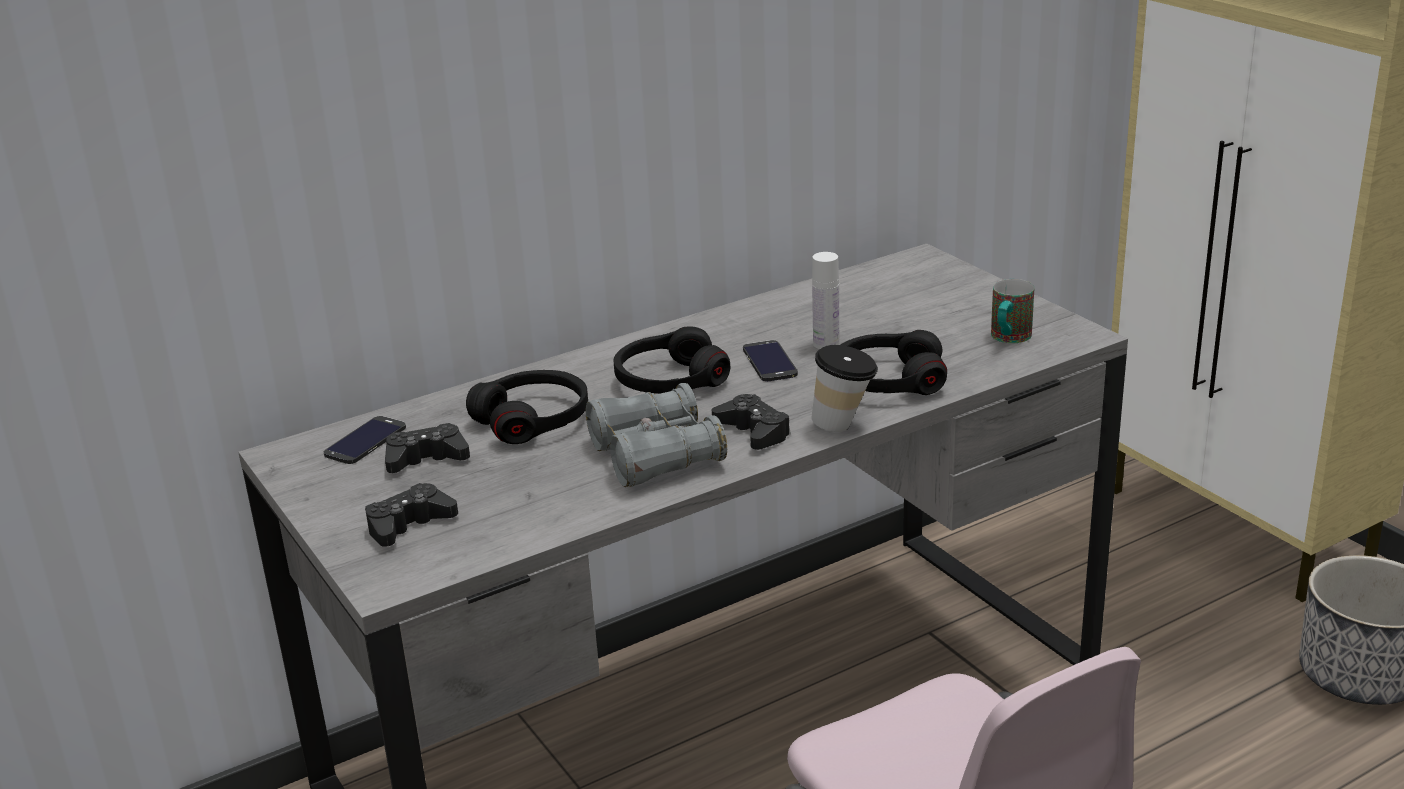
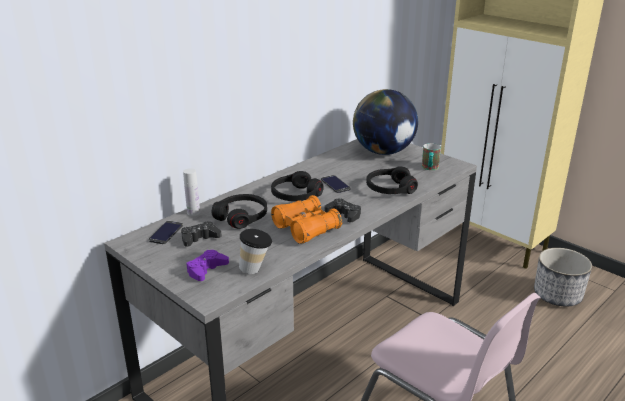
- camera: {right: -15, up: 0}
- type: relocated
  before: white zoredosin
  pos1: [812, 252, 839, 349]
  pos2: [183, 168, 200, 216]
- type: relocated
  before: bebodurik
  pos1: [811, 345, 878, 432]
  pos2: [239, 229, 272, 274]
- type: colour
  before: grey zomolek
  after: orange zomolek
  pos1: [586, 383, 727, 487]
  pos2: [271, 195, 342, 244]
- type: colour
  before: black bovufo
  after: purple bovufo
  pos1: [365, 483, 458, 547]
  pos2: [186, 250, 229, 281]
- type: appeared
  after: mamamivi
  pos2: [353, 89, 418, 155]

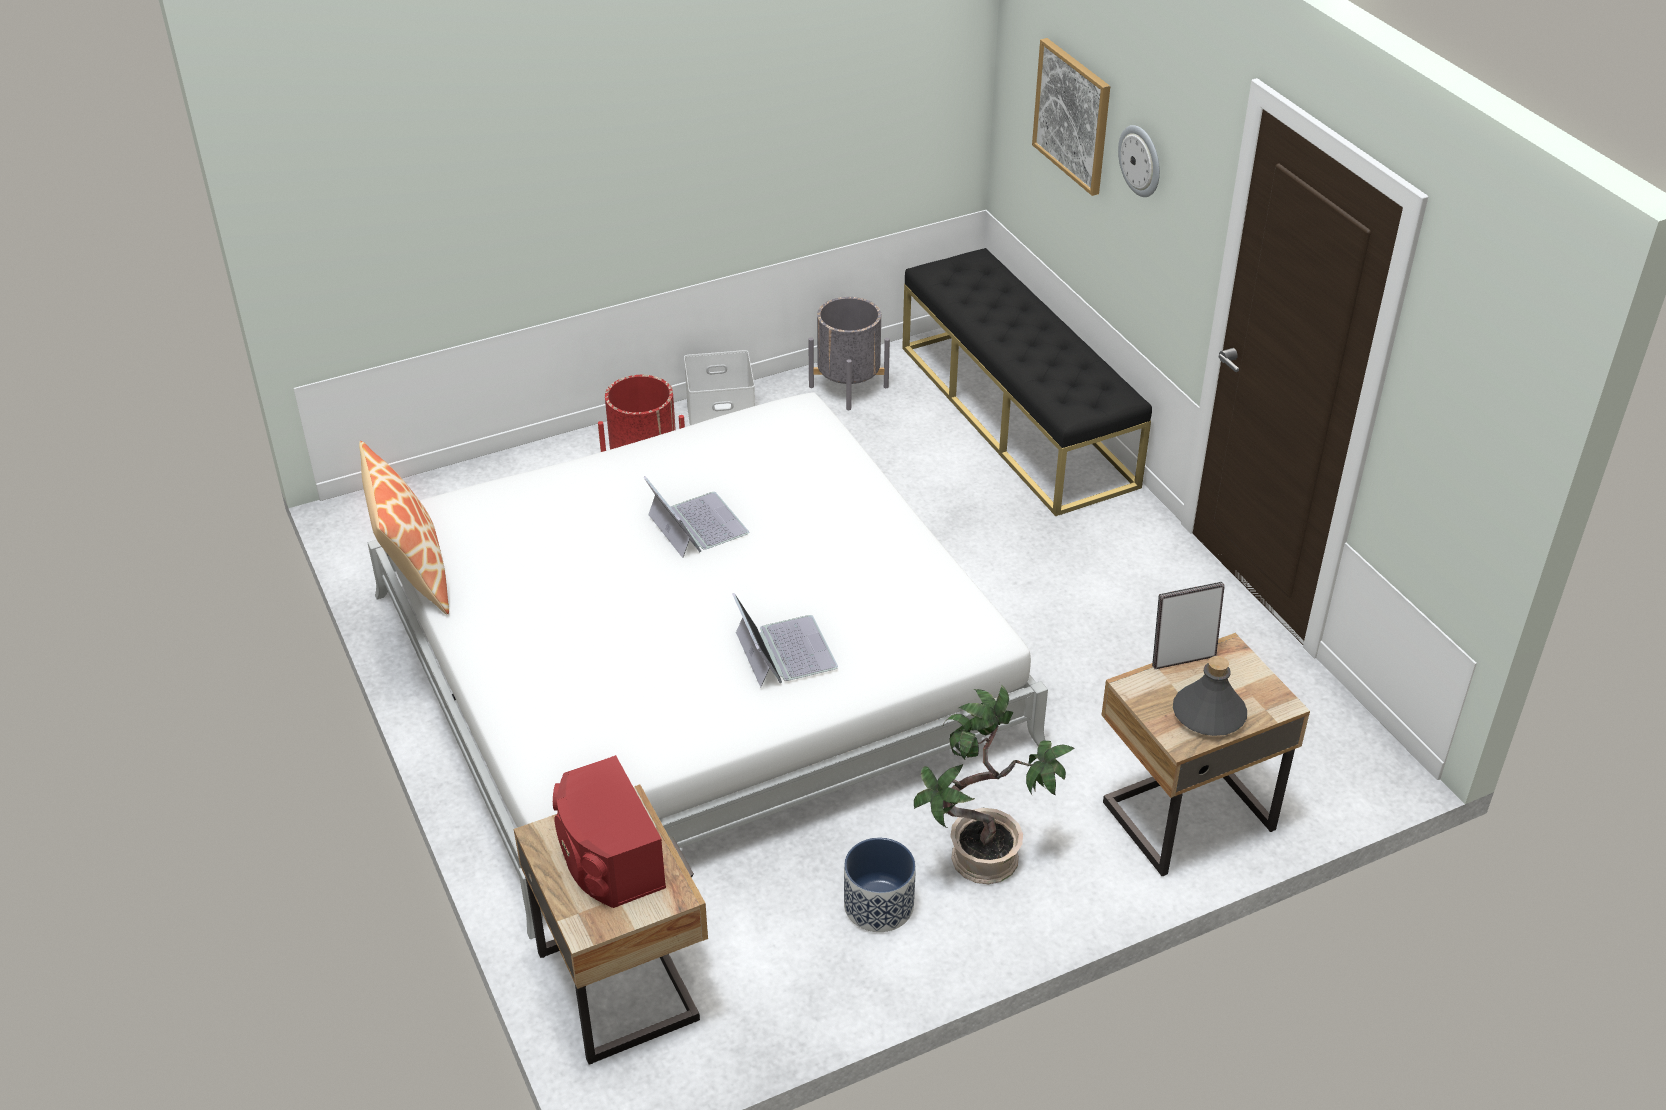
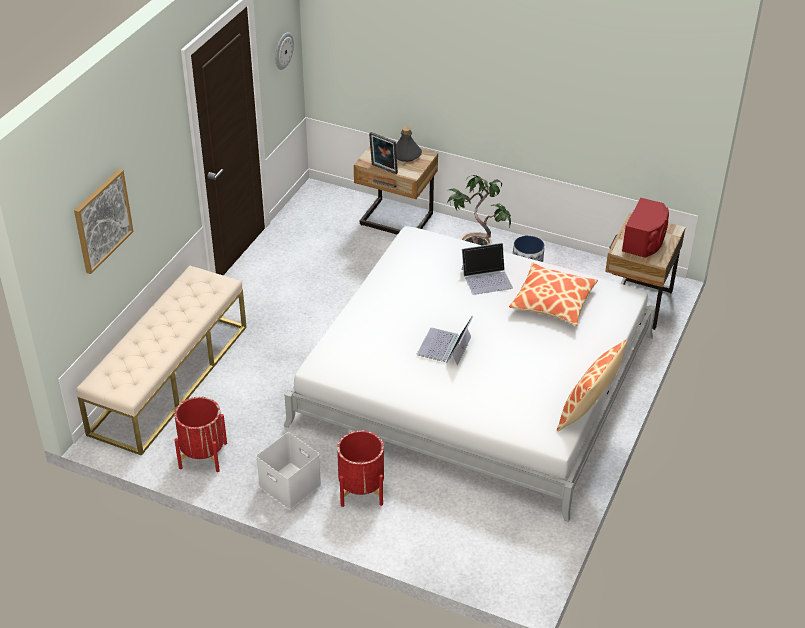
- camera: {right: -130, up: 0}
- type: relocated
  before: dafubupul
  pos1: [1118, 125, 1160, 197]
  pos2: [275, 32, 294, 70]
- type: colour
  before: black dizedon
  after: beige dizedon
  pos1: [902, 248, 1152, 516]
  pos2: [76, 265, 247, 456]
- type: colour
  before: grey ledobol
  after: red ledobol
  pos1: [808, 297, 890, 410]
  pos2: [174, 397, 227, 472]
- type: spun
  before: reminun
  pos1: [732, 593, 838, 687]
  pos2: [461, 243, 513, 295]
  turn: -135
- type: appeared
  after: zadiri
  pos2: [509, 262, 598, 326]

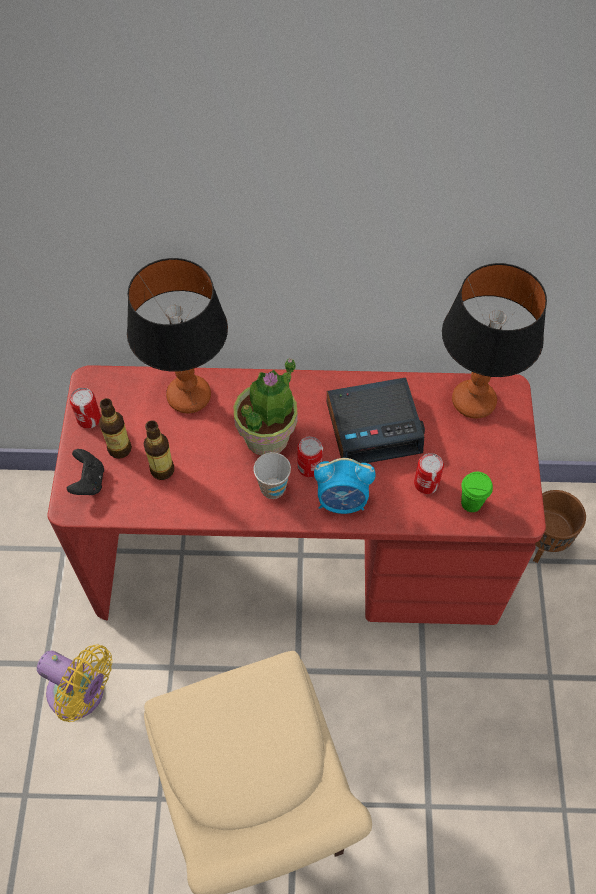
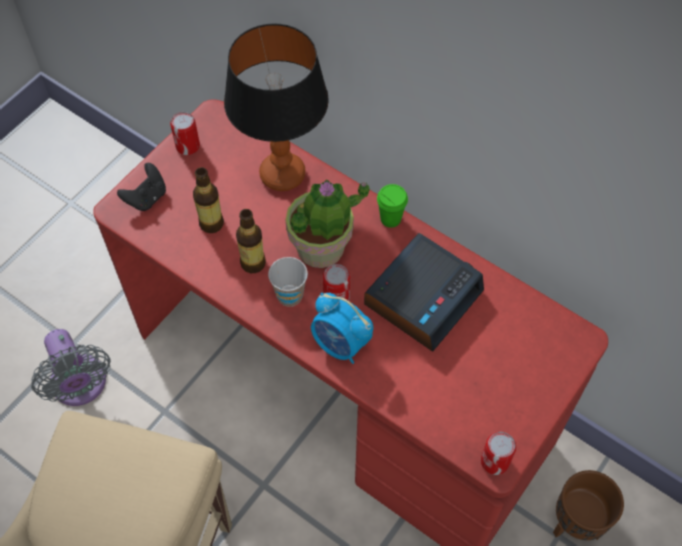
- camera: {right: 35, up: 0}
- type: missing
  before: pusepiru
  pos1: [442, 263, 547, 419]
- type: spun
  before: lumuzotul
  pos1: [327, 377, 425, 463]
  pos2: [364, 233, 484, 352]
  turn: -75
- type: relocated
  before: zoredosin
  pos1: [99, 398, 132, 459]
  pos2: [236, 209, 266, 273]
- type: relocated
  before: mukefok
  pos1: [414, 453, 444, 494]
  pos2: [481, 432, 516, 475]
- type: relocated
  before: green bebodurik
  pos1: [461, 472, 493, 512]
  pos2: [377, 184, 408, 228]
- type: colour
  before: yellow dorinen
  after: grey dorinen
  pos1: [37, 644, 112, 722]
  pos2: [31, 329, 111, 406]

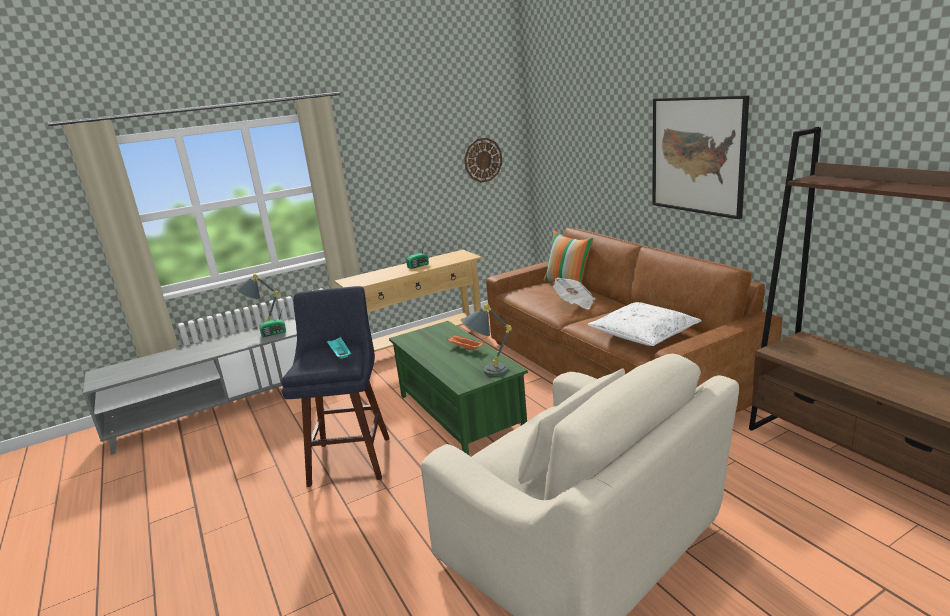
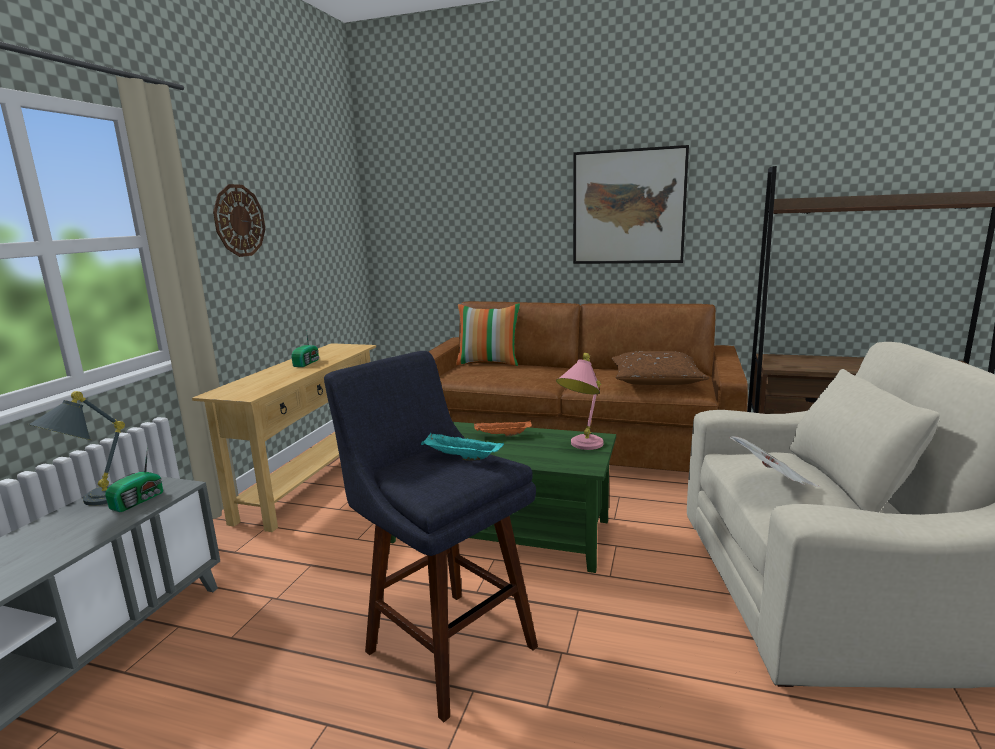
- camera: {right: -45, up: -5}
- type: relocated
  before: dafubupul
  pos1: [464, 138, 502, 183]
  pos2: [213, 184, 265, 257]
- type: relocated
  before: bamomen
  pos1: [553, 278, 595, 309]
  pos2: [728, 436, 820, 487]
- type: colour
  before: white zadiri
  after: brown zadiri
  pos1: [588, 302, 702, 346]
  pos2: [612, 351, 709, 385]
- type: colour
  before: grey pusepiru
  after: pink pusepiru
  pos1: [461, 304, 512, 376]
  pos2: [556, 353, 604, 450]

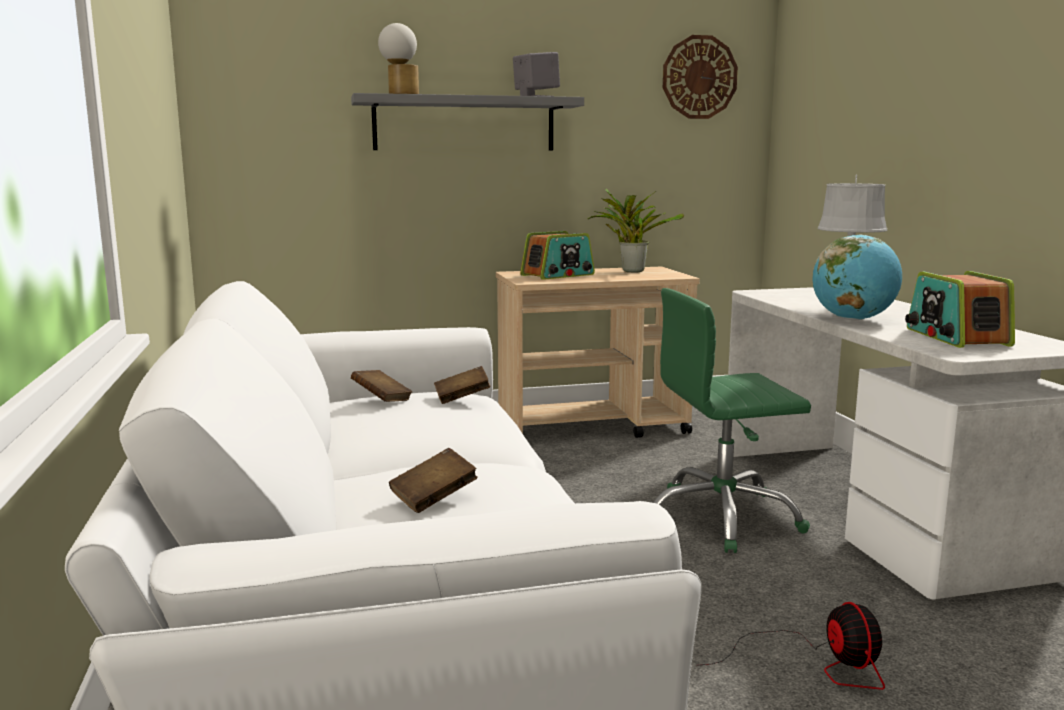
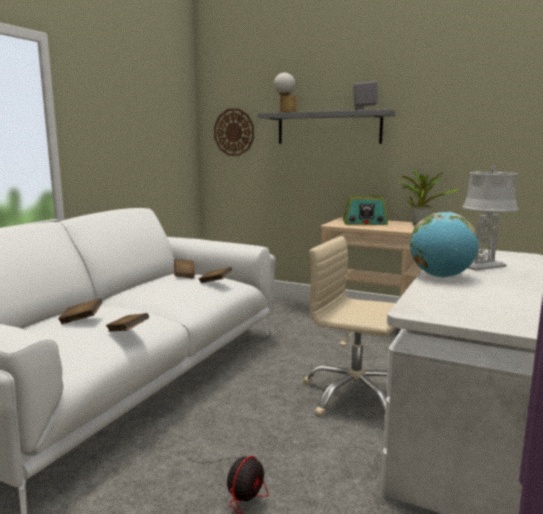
- camera: {right: 40, up: 0}
- type: relocated
  before: dafubupul
  pos1: [663, 35, 738, 119]
  pos2: [214, 108, 254, 156]
- type: missing
  before: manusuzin
  pos1: [905, 271, 1015, 348]
- type: colour
  before: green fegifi
  after: beige fegifi
  pos1: [653, 288, 811, 553]
  pos2: [303, 236, 396, 421]
- type: appeared
  after: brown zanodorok
  pos2: [106, 313, 149, 332]

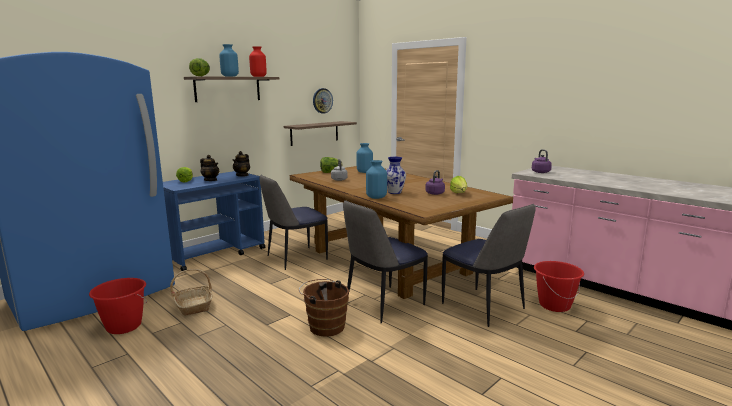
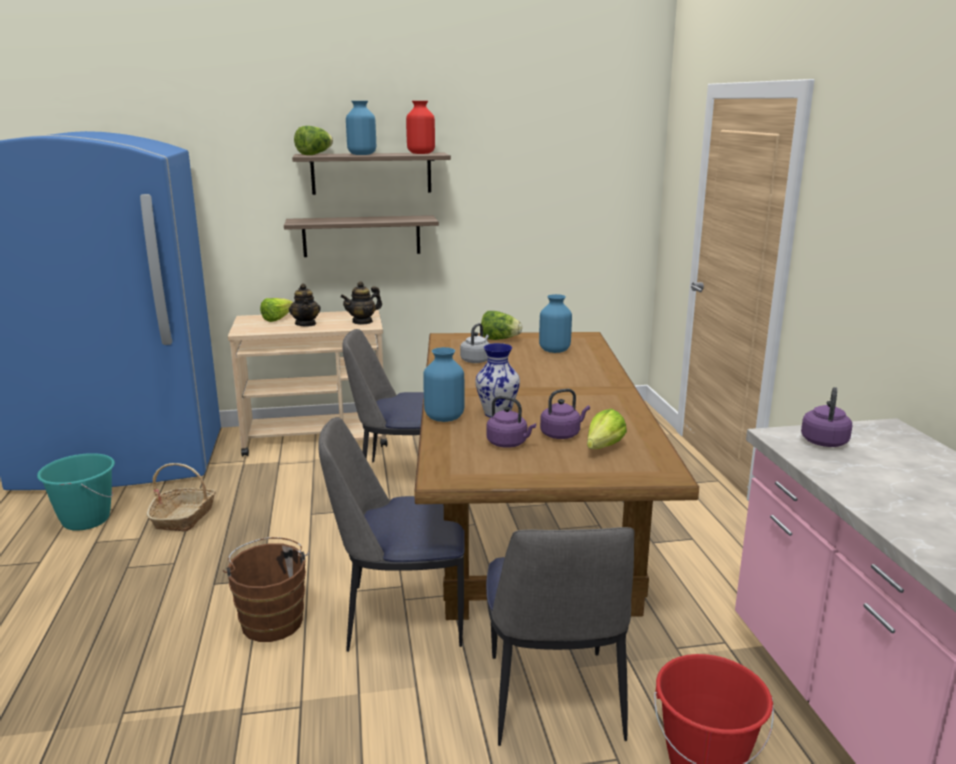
- camera: {right: 35, up: 5}
- type: missing
  before: dafubupul
  pos1: [313, 88, 333, 113]
- type: relocated
  before: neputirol
  pos1: [284, 121, 357, 146]
  pos2: [284, 215, 439, 257]
- type: colour
  before: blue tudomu
  after: beige tudomu
  pos1: [163, 171, 265, 271]
  pos2: [228, 310, 387, 457]
- type: colour
  before: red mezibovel
  after: turquoise mezibovel
  pos1: [89, 278, 147, 334]
  pos2: [37, 453, 115, 531]
- type: appeared
  after: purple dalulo
  pos2: [487, 396, 536, 448]

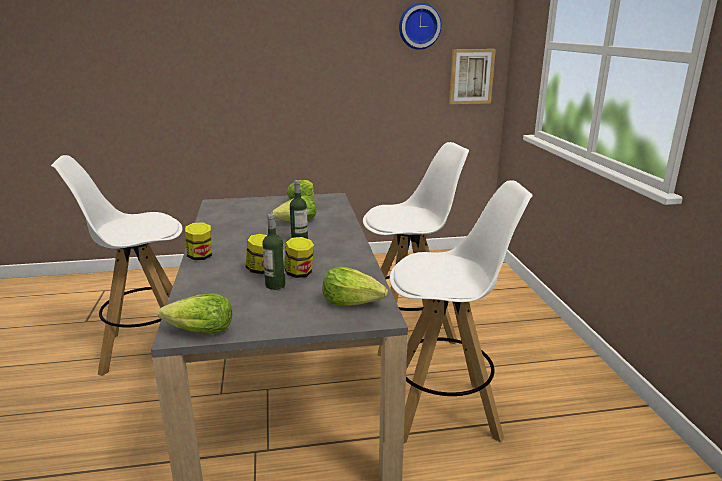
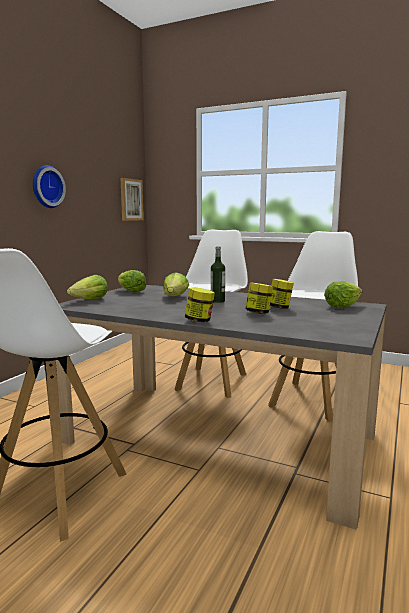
- camera: {right: -55, up: -10}
- type: relocated
  before: dafubupul
  pos1: [399, 3, 442, 50]
  pos2: [33, 165, 66, 208]
- type: missing
  before: zoredosin
  pos1: [262, 213, 285, 290]
- type: relocated
  before: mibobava
  pos1: [158, 294, 232, 334]
  pos2: [67, 275, 108, 299]

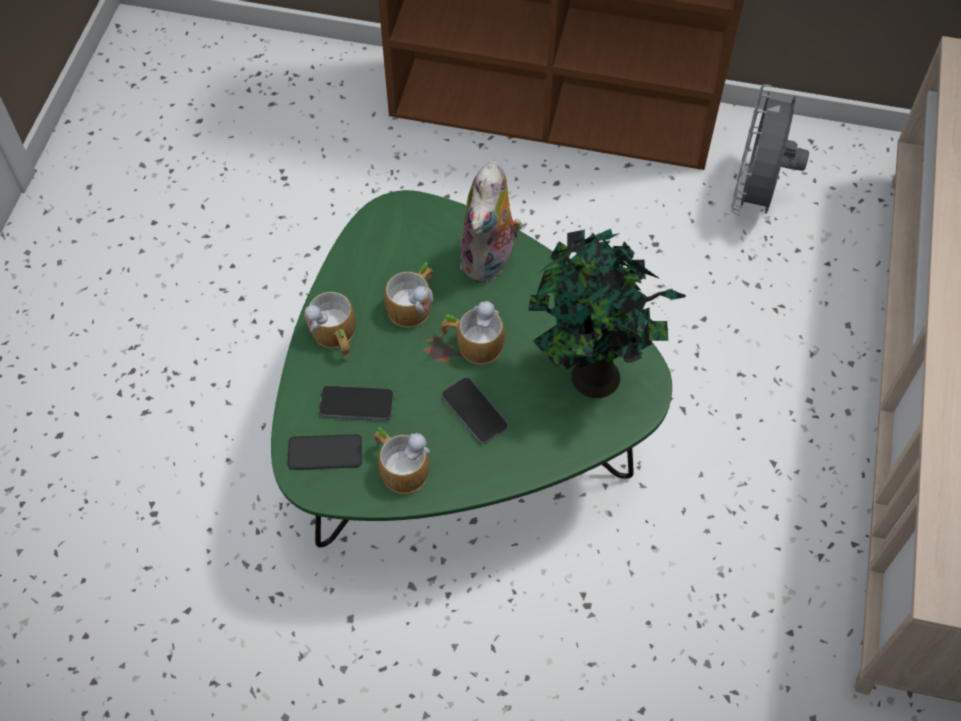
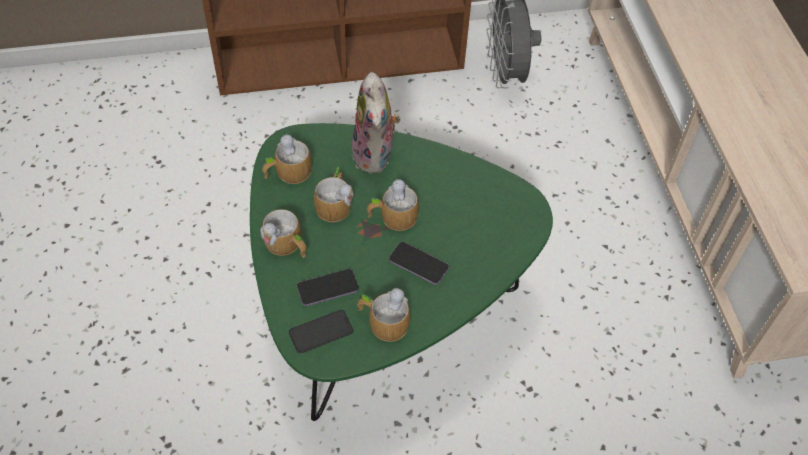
- camera: {right: -25, up: -5}
- type: missing
  before: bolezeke
  pos1: [528, 229, 686, 398]
- type: appeared
  after: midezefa
  pos2: [262, 135, 312, 184]

